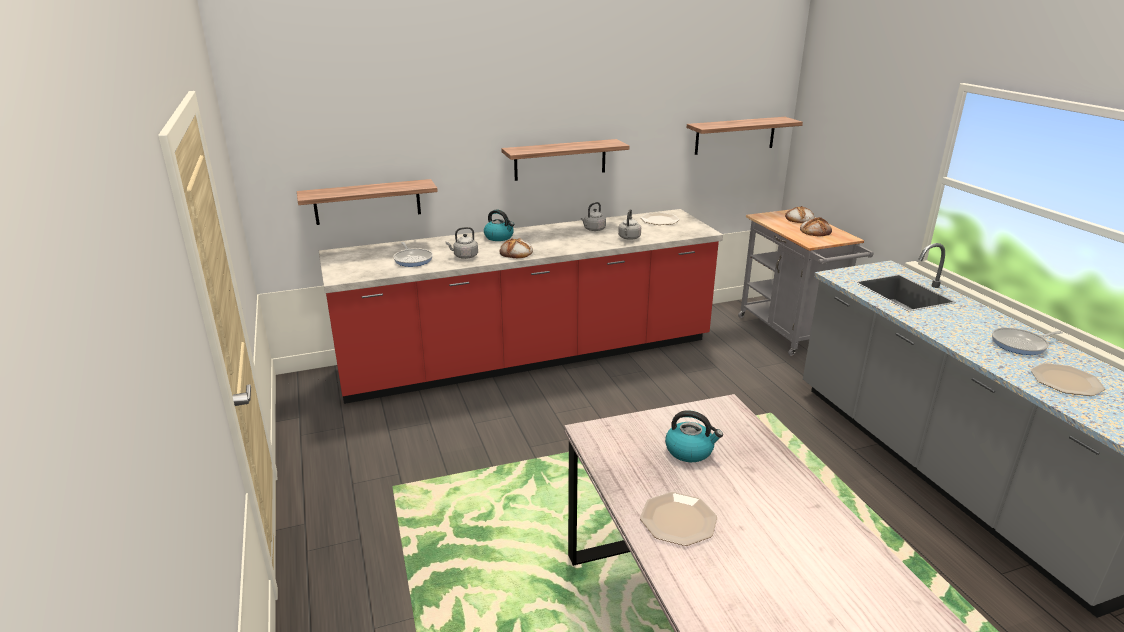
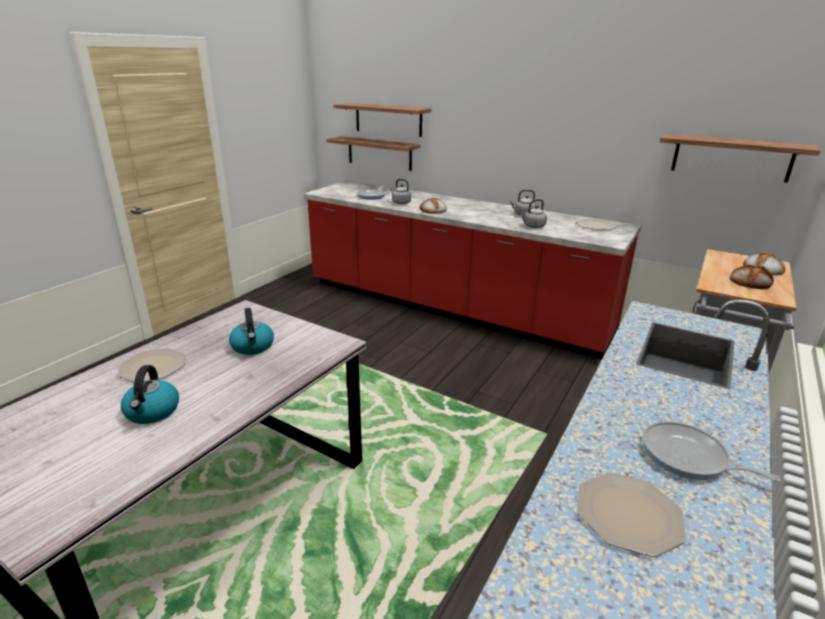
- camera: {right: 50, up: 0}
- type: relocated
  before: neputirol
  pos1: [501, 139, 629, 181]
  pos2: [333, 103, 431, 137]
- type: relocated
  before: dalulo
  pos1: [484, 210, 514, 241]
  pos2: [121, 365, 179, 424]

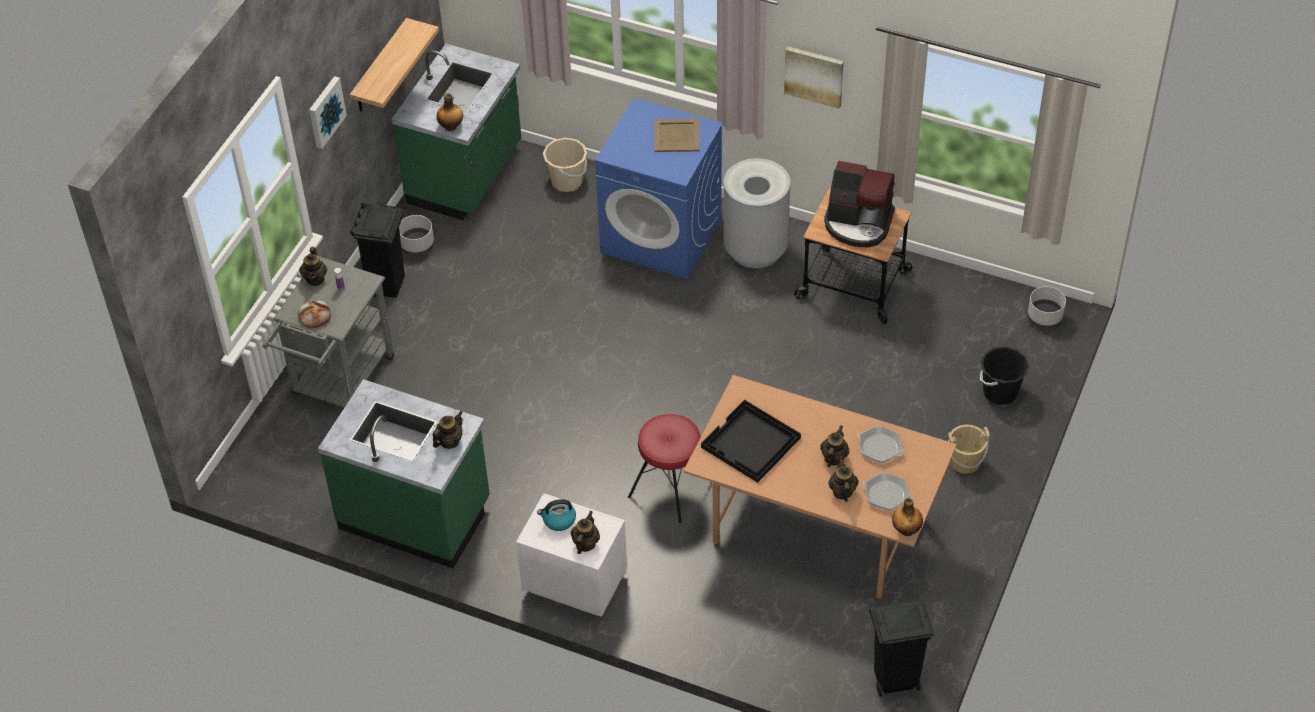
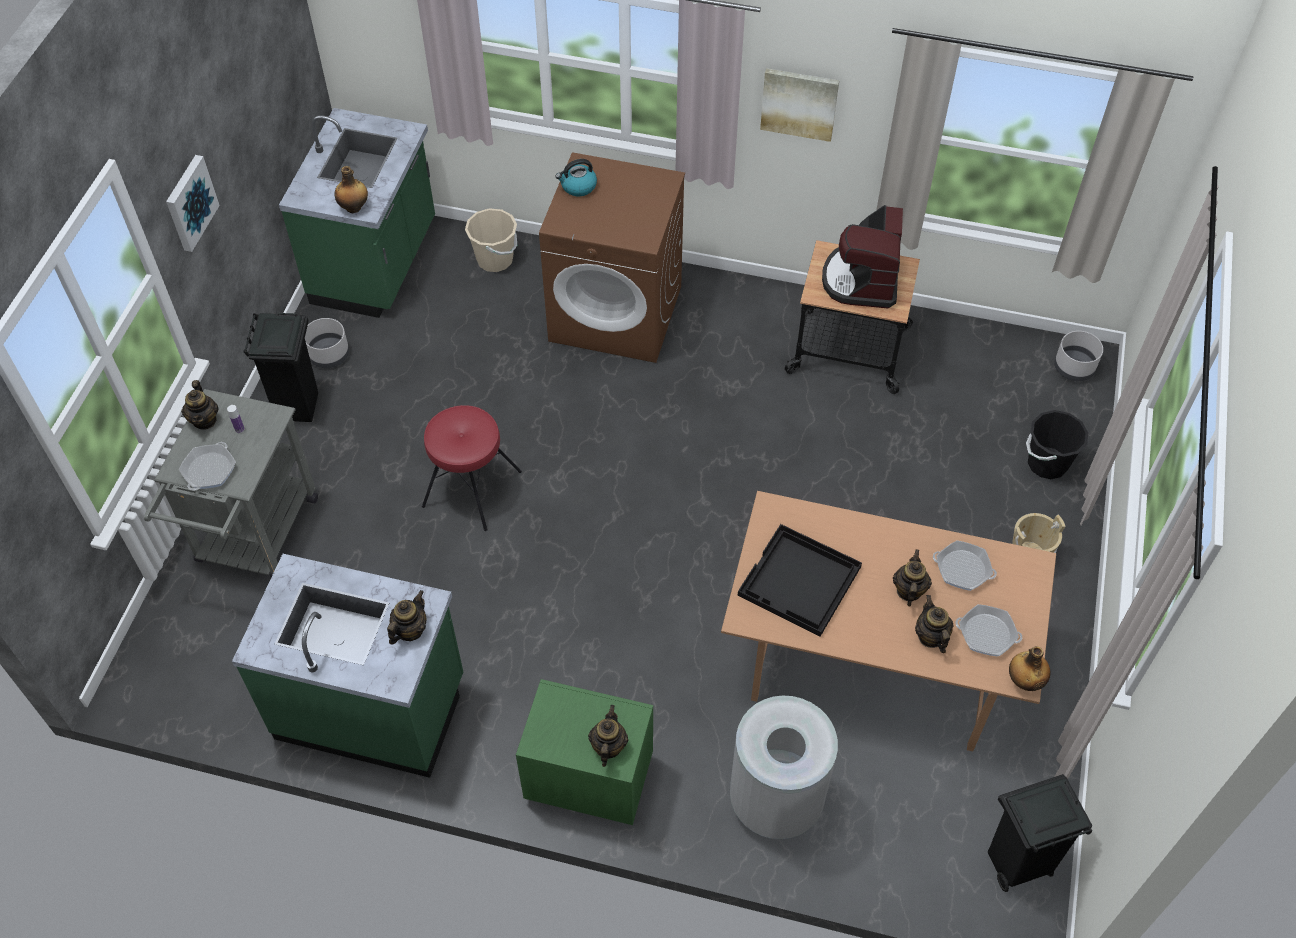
- camera: {right: -10, up: 5}
- type: missing
  before: neputirol
  pos1: [350, 18, 439, 111]
- type: colour
  before: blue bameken
  after: brown bameken
  pos1: [595, 98, 723, 279]
  pos2: [539, 152, 685, 363]
- type: missing
  before: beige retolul
  pos1: [655, 118, 700, 152]
- type: relocated
  before: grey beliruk
  pos1: [724, 158, 790, 268]
  pos2: [730, 696, 838, 839]
- type: spun
  before: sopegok
  pos1: [824, 161, 895, 247]
  pos2: [822, 205, 903, 308]
  turn: 90
- type: exchanged
  before: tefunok
  after: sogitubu
  pos1: [298, 300, 331, 328]
  pos2: [179, 442, 236, 491]
- type: relocated
  before: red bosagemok
  pos1: [628, 414, 701, 523]
  pos2: [422, 405, 522, 531]
- type: colour
  before: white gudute
  after: green gudute
  pos1: [516, 493, 627, 617]
  pos2: [516, 679, 653, 825]
- type: relocated
  before: dalulo
  pos1: [537, 499, 576, 531]
  pos2: [555, 159, 597, 196]

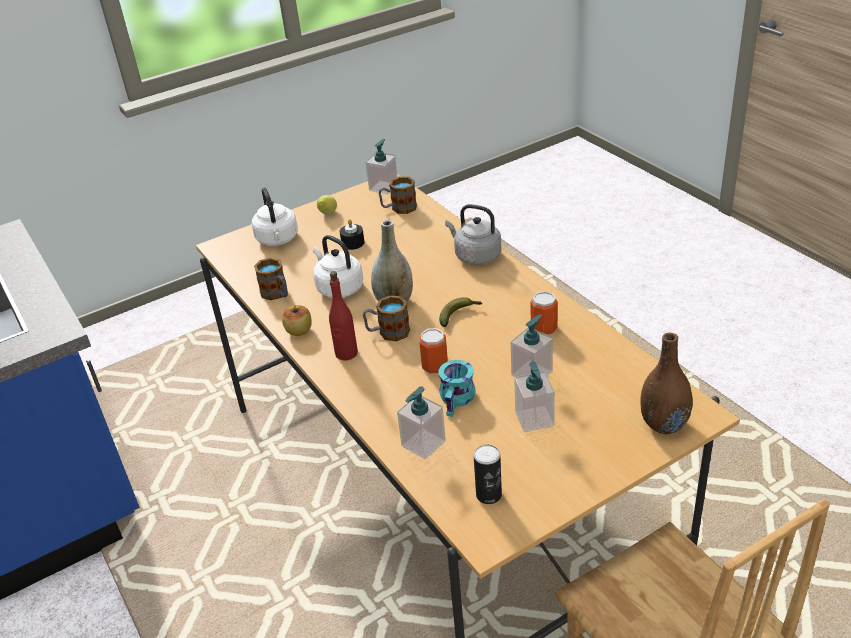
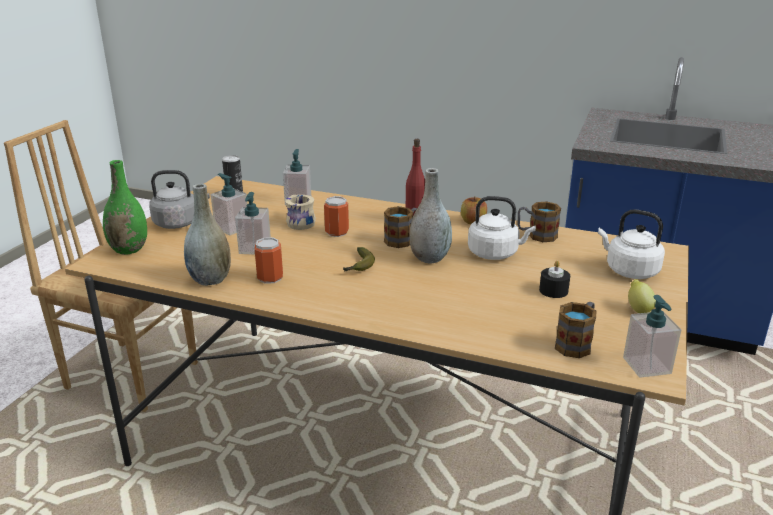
- camera: {right: 140, up: -10}
- type: relocated
  before: grey dalulo
  pos1: [445, 204, 501, 265]
  pos2: [149, 170, 210, 229]
- type: colour
  before: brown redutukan
  after: green redutukan
  pos1: [640, 333, 693, 434]
  pos2: [103, 160, 147, 255]
- type: colour
  before: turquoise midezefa
  after: beige midezefa
  pos1: [438, 360, 476, 417]
  pos2: [285, 195, 316, 230]
- type: appeared
  after: grey redutukan
  pos2: [184, 184, 231, 286]

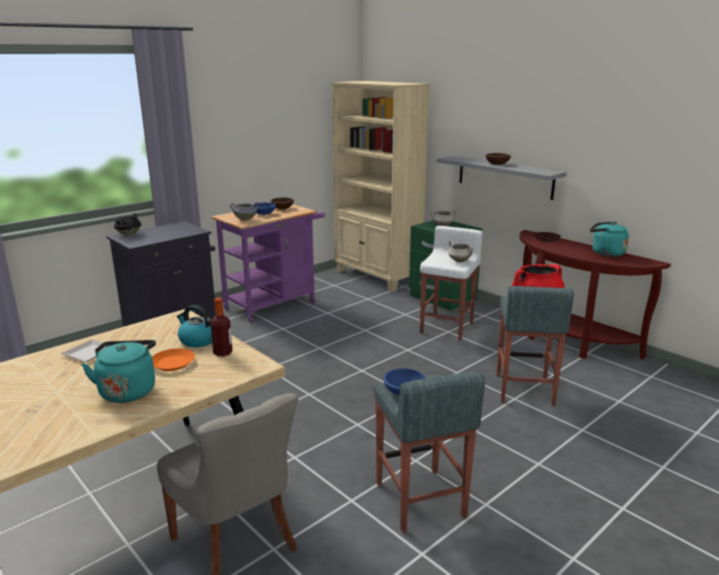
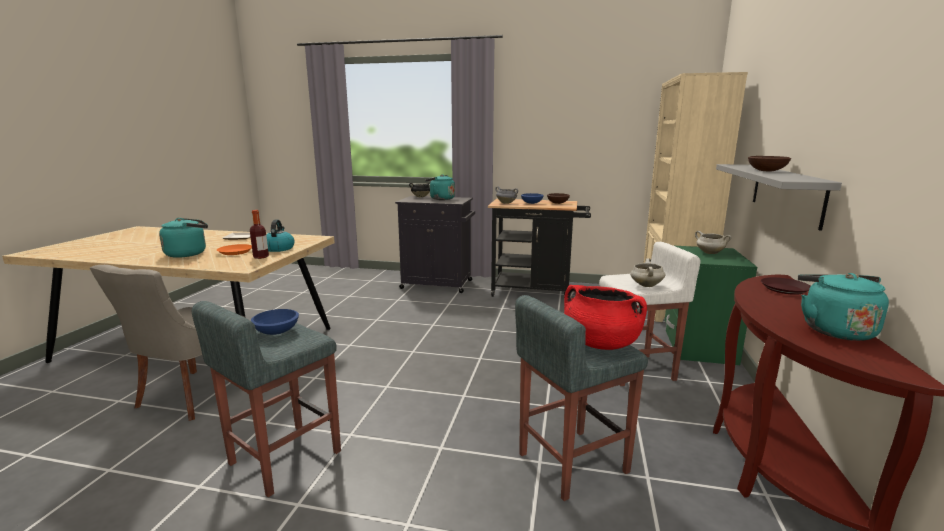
- camera: {right: 55, up: -5}
- type: colour
  before: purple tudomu
  after: black tudomu
  pos1: [211, 204, 325, 323]
  pos2: [488, 199, 591, 297]
- type: appeared
  after: turquoise dalulo
  pos2: [425, 174, 455, 200]

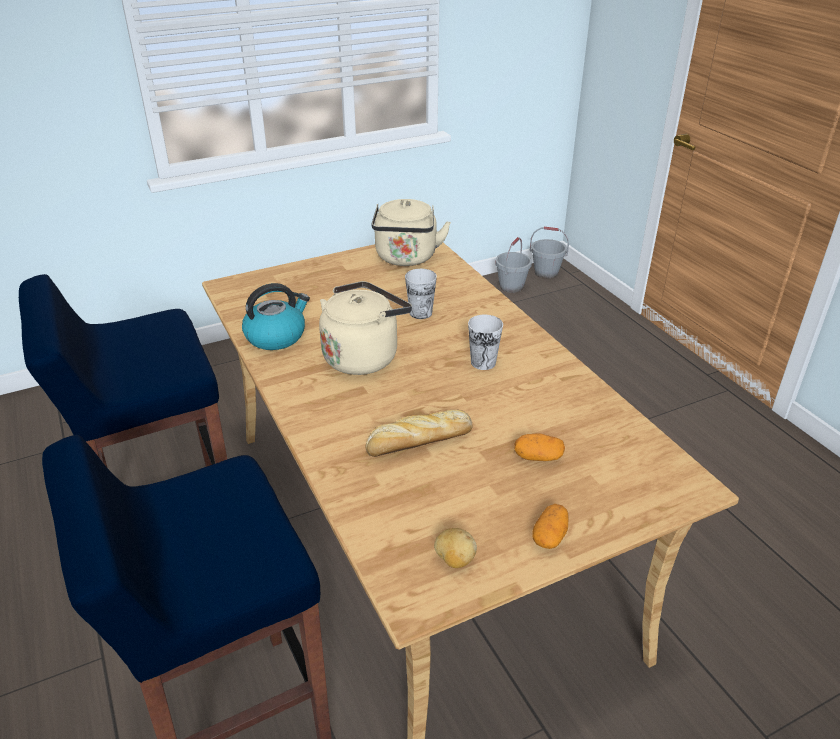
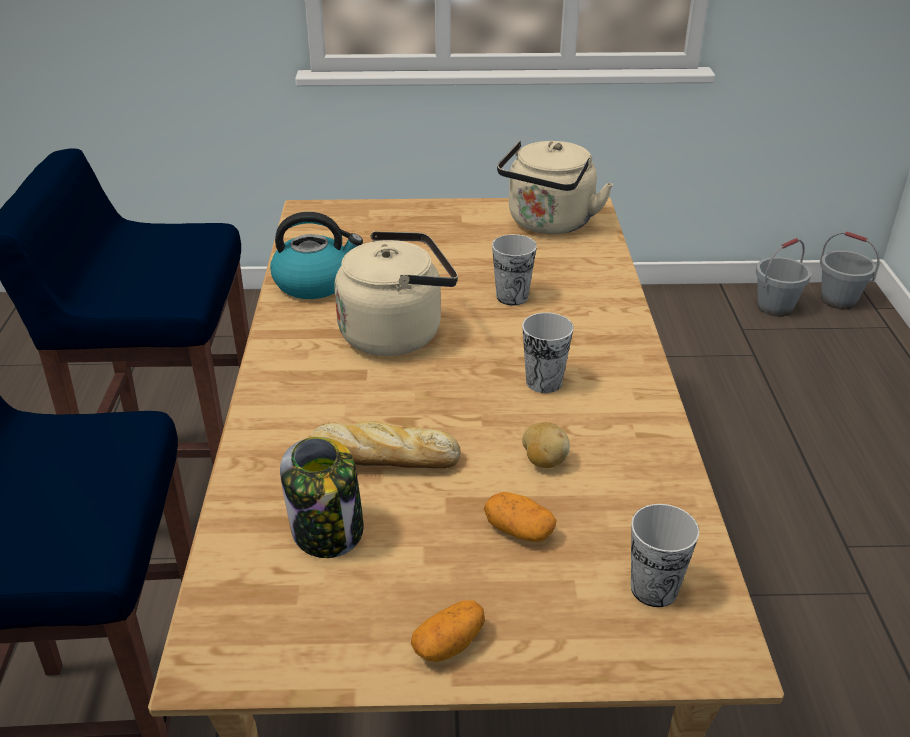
- camera: {right: 25, up: 0}
- type: relocated
  before: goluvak
  pos1: [434, 528, 477, 568]
  pos2: [522, 422, 570, 468]
- type: appeared
  after: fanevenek
  pos2: [280, 437, 364, 558]
- type: appeared
  after: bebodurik
  pos2: [631, 504, 699, 607]

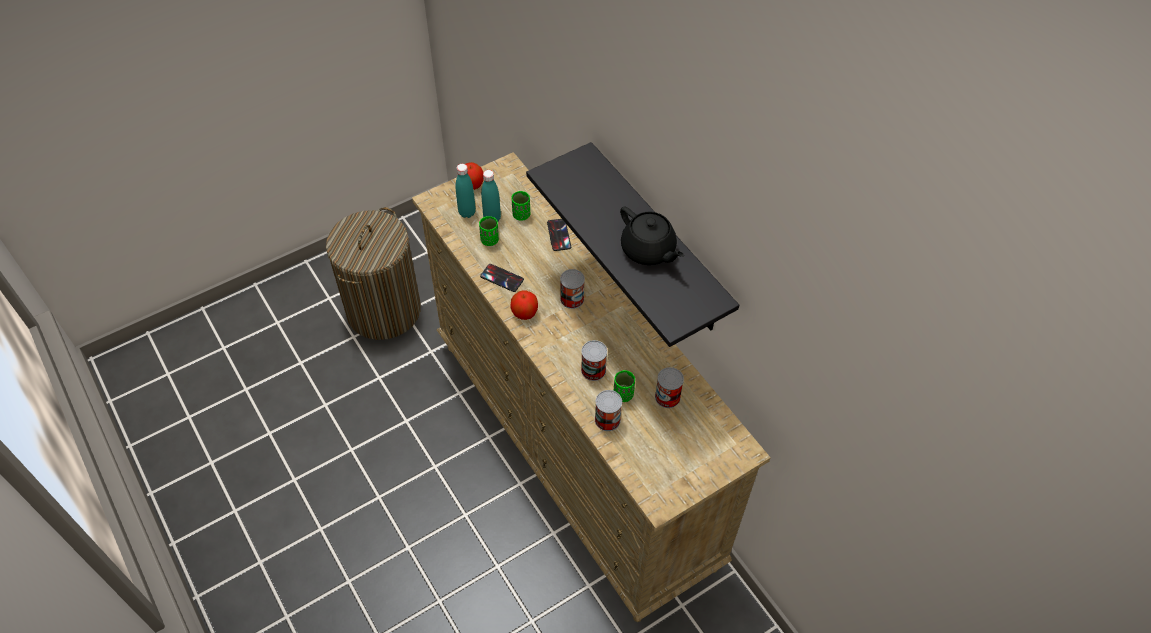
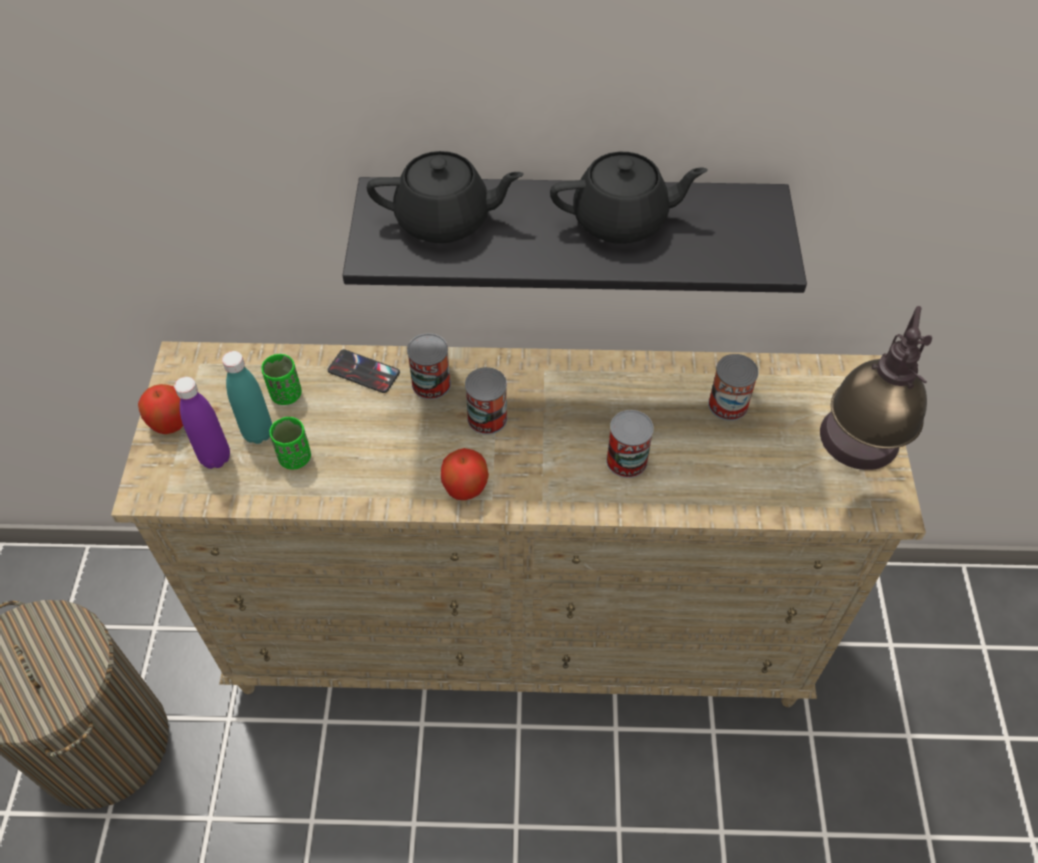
- camera: {right: -55, up: 0}
- type: colour
  before: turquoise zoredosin
  after: purple zoredosin
  pos1: [456, 164, 476, 218]
  pos2: [174, 377, 230, 469]
- type: missing
  before: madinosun
  pos1: [480, 264, 524, 292]
- type: missing
  before: green bebodurik
  pos1: [614, 370, 635, 402]
- type: relocated
  before: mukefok
  pos1: [595, 390, 622, 431]
  pos2: [407, 333, 451, 400]
- type: appeared
  after: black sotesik
  pos2: [367, 151, 524, 243]
- type: appeared
  after: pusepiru
  pos2: [820, 306, 932, 470]

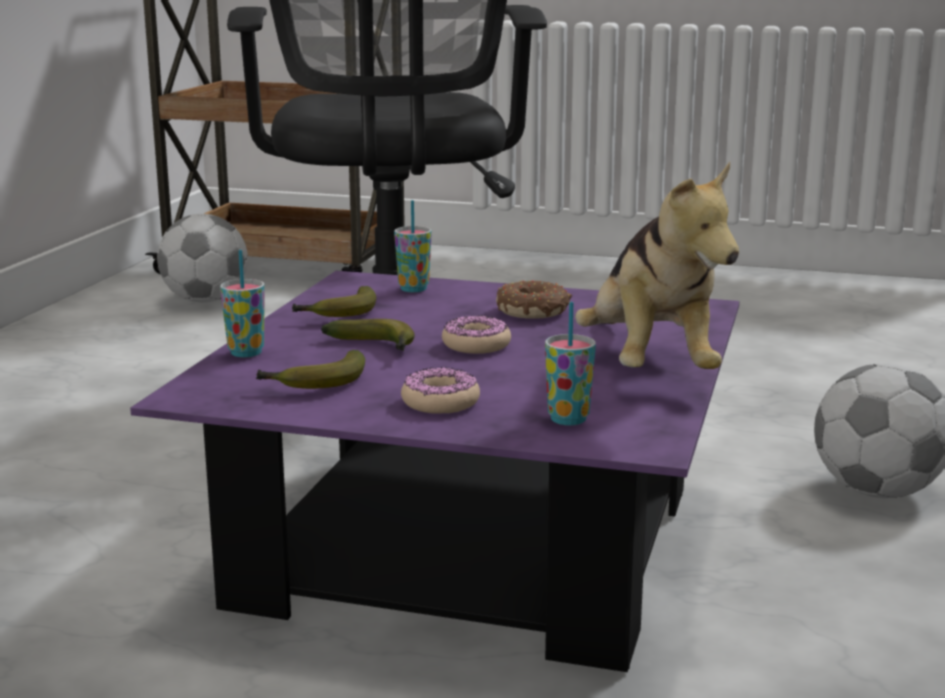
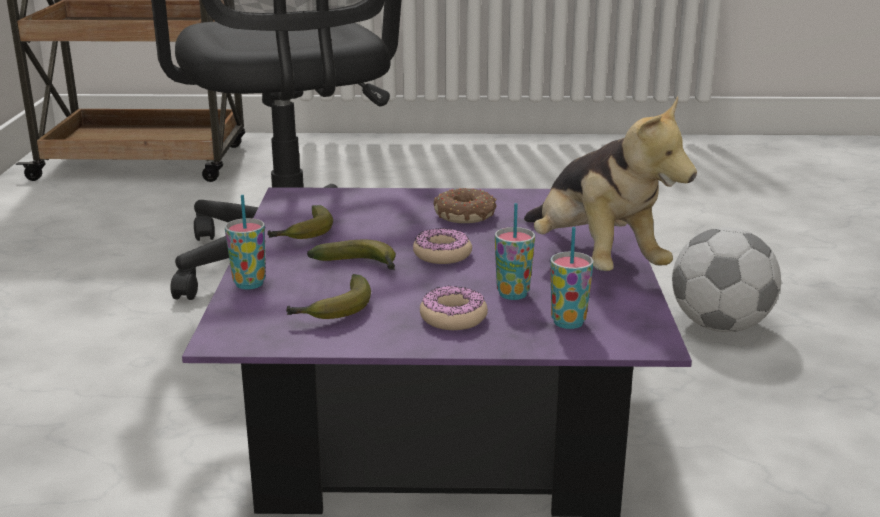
- camera: {right: -15, up: 5}
- type: relocated
  before: bebodurik
  pos1: [394, 200, 432, 292]
  pos2: [495, 203, 535, 300]
- type: missing
  before: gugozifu
  pos1: [157, 214, 248, 303]

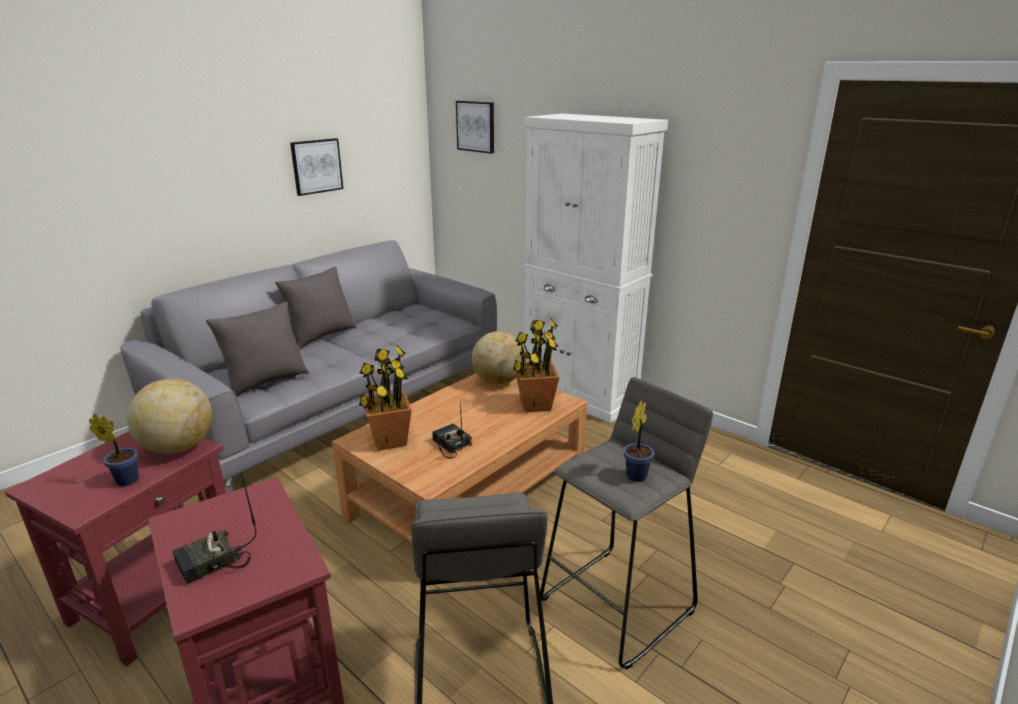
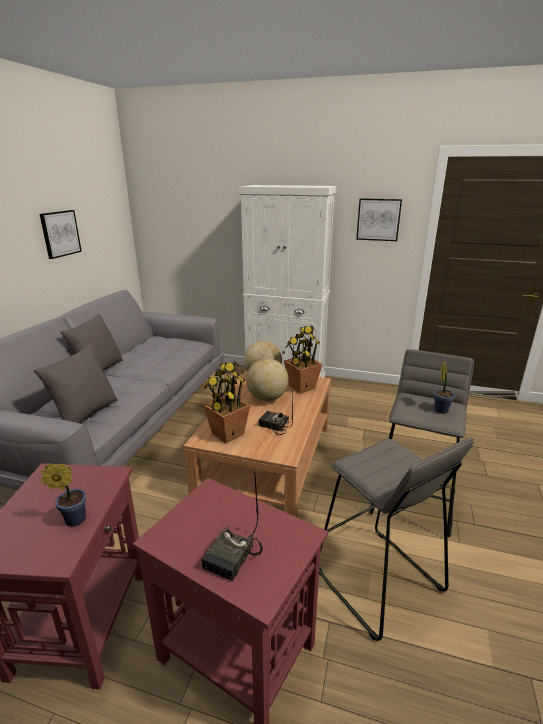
- camera: {right: -25, up: 0}
- type: relocated
  before: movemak
  pos1: [456, 101, 494, 154]
  pos2: [356, 198, 402, 241]
- type: relocated
  before: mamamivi
  pos1: [127, 379, 212, 454]
  pos2: [246, 358, 289, 401]

